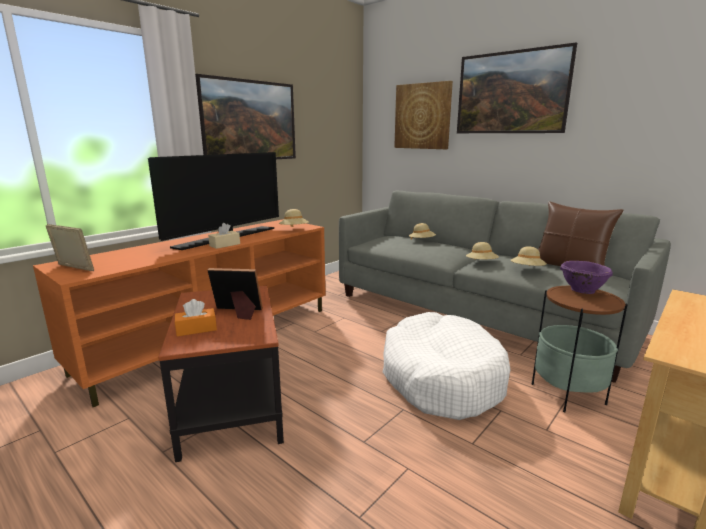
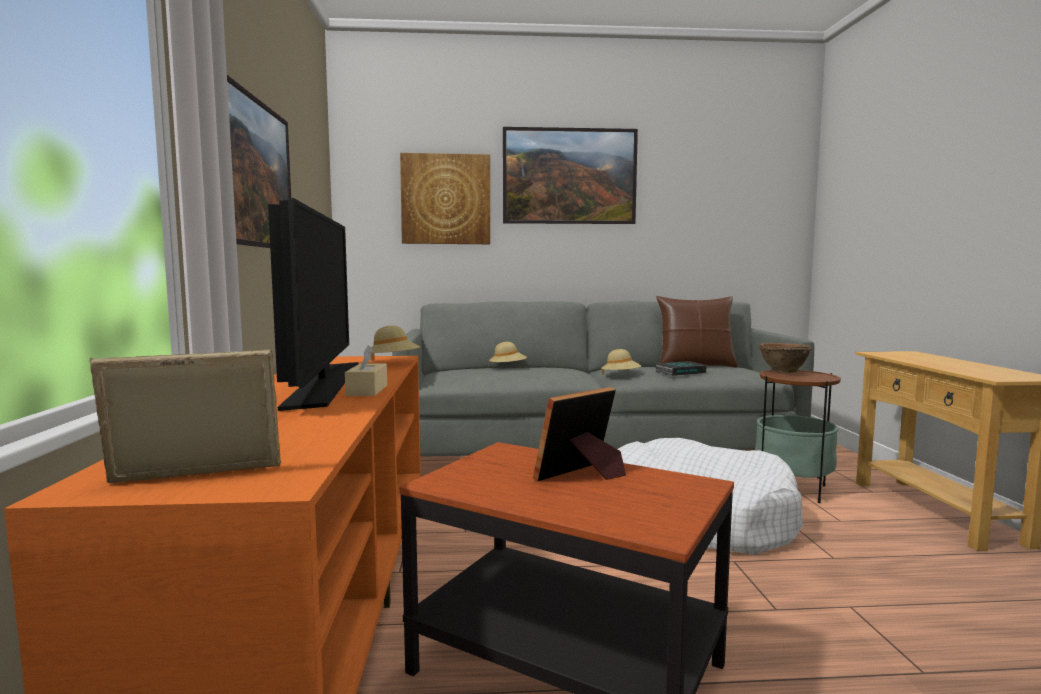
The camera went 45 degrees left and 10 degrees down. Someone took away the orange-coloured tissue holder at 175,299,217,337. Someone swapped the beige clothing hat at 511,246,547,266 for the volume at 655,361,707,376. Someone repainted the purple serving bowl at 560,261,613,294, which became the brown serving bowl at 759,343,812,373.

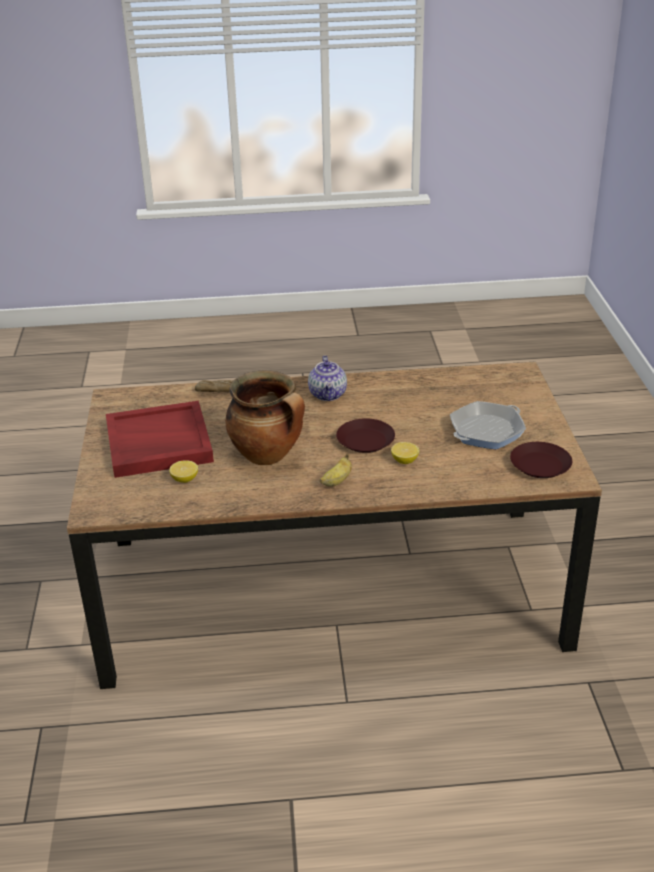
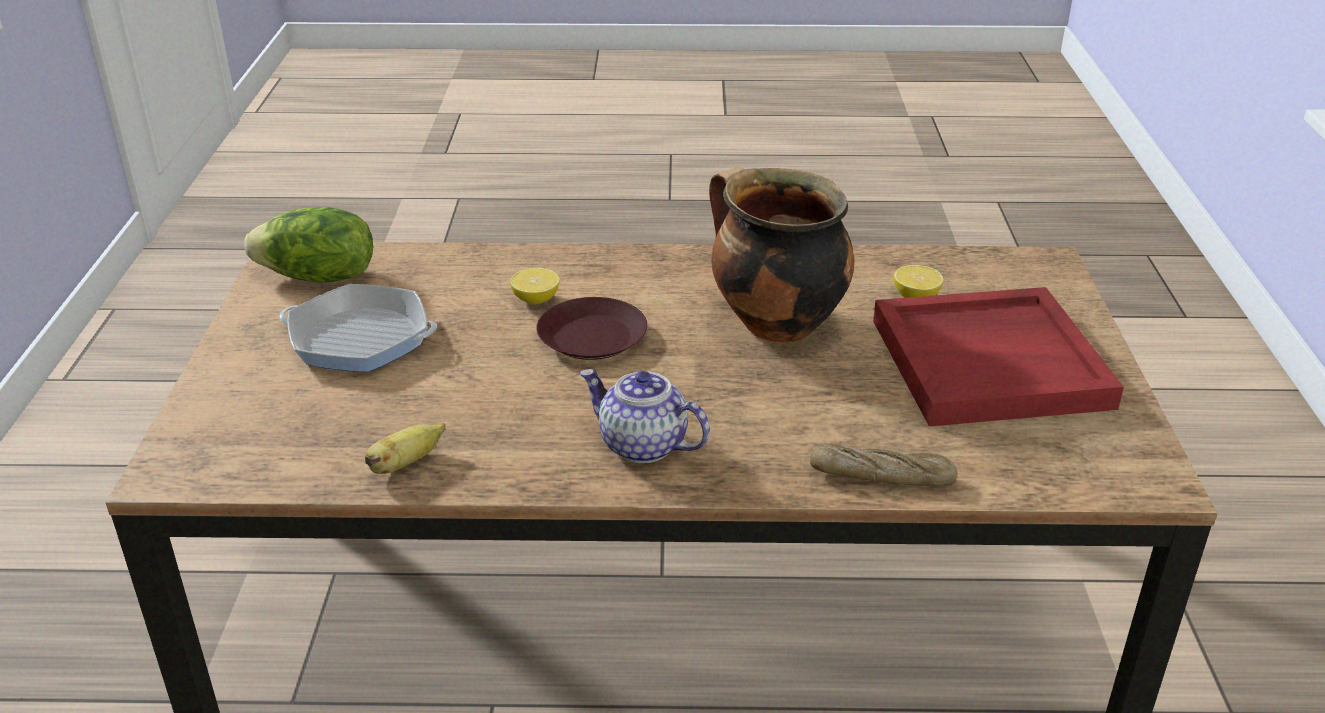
The camera went 175 degrees left and 0 degrees up. Someone rotated the teapot at 308,355,347,401 by 60 degrees counterclockwise. Someone carried the banana fruit from 320,454,352,487 to 365,423,445,474. Someone rotated the pan at 450,401,526,449 by 135 degrees counterclockwise. Someone swapped the brown plate at 510,442,572,478 for the head of lettuce at 244,207,373,283.

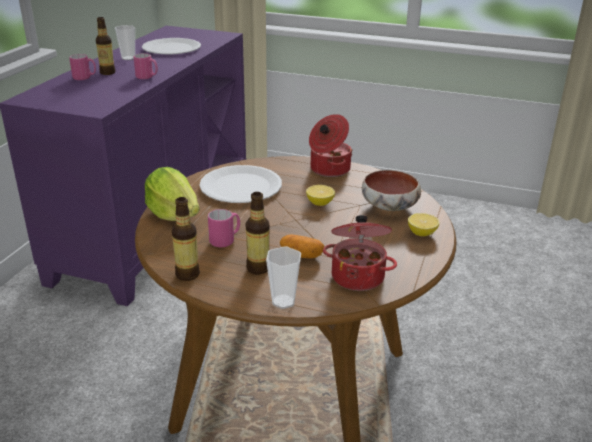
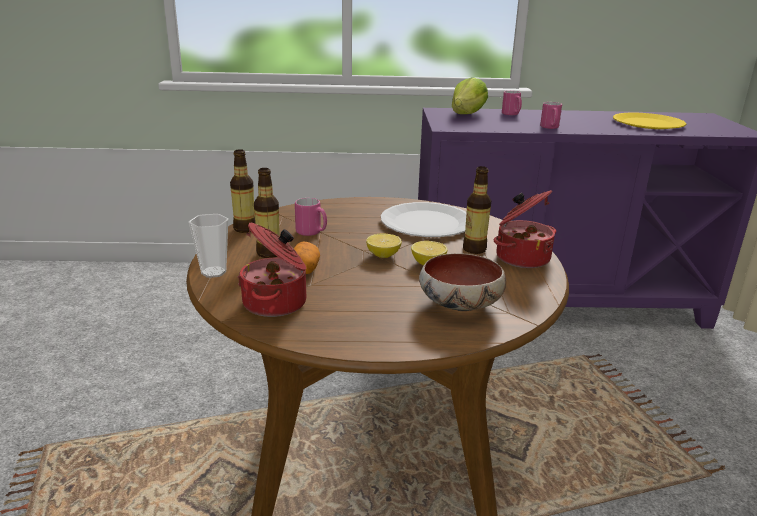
The camera went 70 degrees right and 5 degrees down. Someone carried the bottle from 96,17,115,75 to 463,166,491,254. Someone took away the cup at 115,25,135,60. Someone repainted the whitish plate at 142,38,201,54, which became the yellowish plate at 613,113,687,129. Someone carried the head of lettuce from 145,167,200,221 to 452,77,488,114. Someone carried the citrus fruit from 408,213,439,236 to 366,234,402,258.

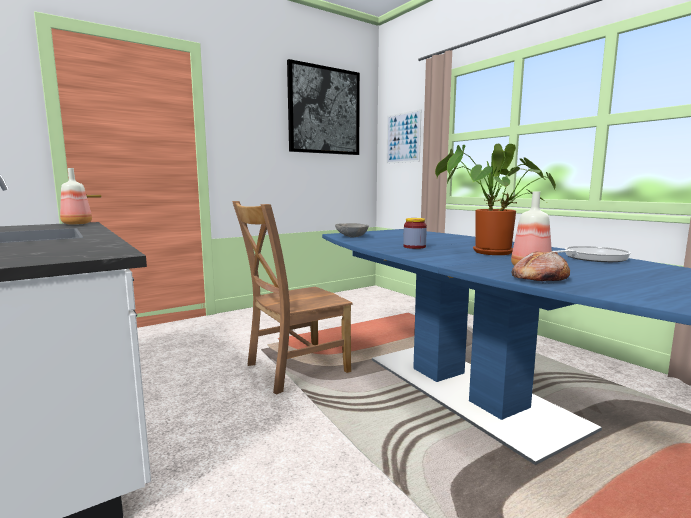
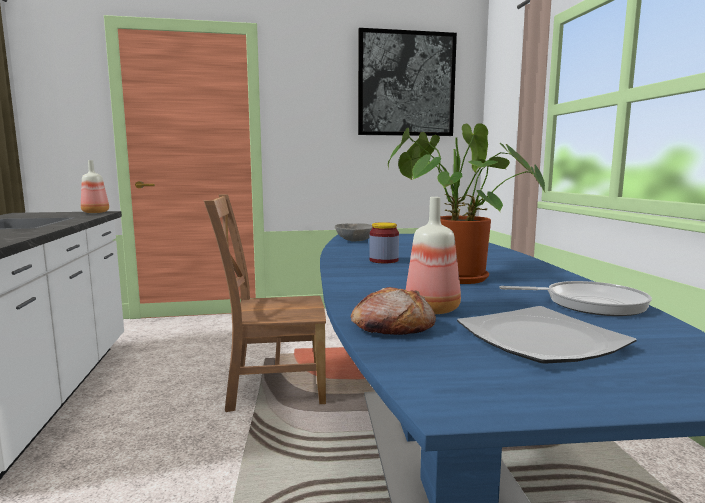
The camera went 25 degrees right and 0 degrees up. Someone took away the wall art at 386,109,421,164. Someone put down the plate at 457,306,637,364.

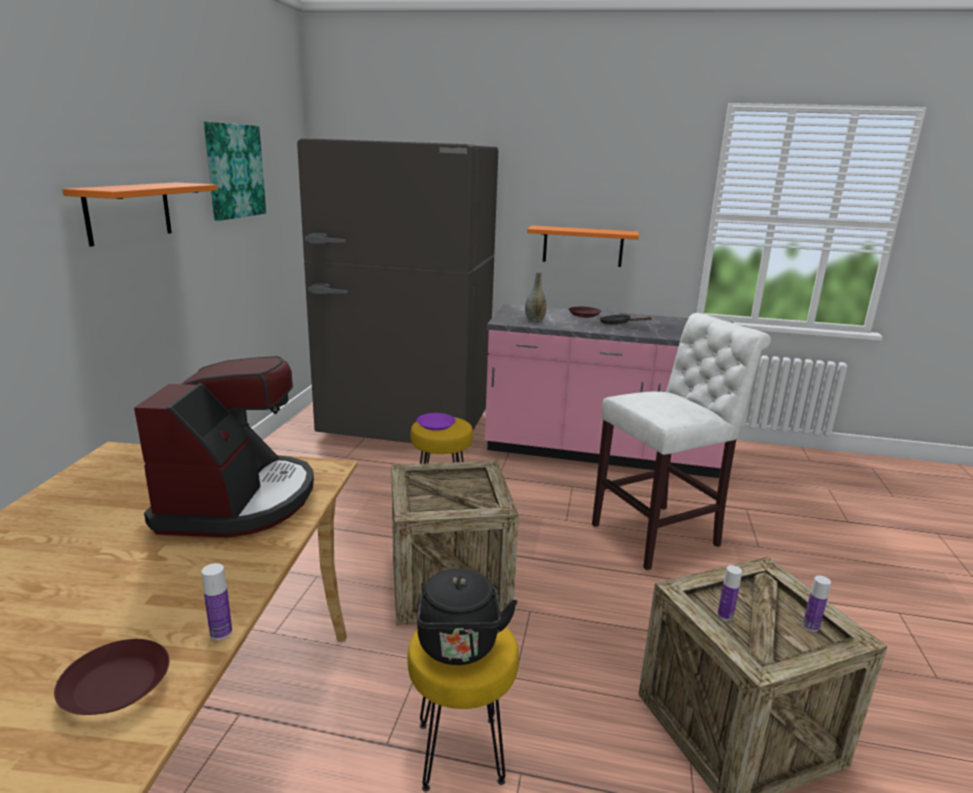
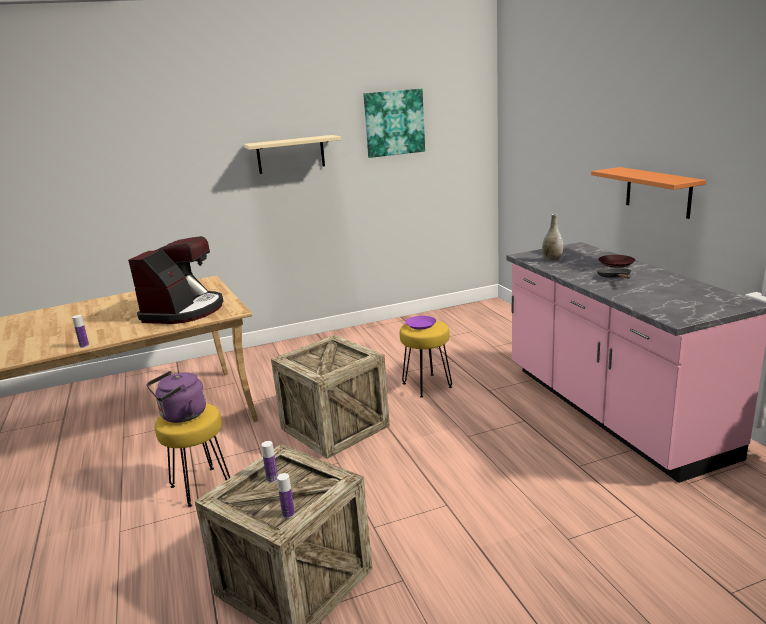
The camera went 60 degrees right and 0 degrees up. Someone took away the brown plate at 54,639,170,715. Someone repainted the orange-coloured shelf at 62,182,218,247, which became the beige shelf at 244,135,341,174. Someone rotated the coffee maker at 134,356,314,538 by 45 degrees counterclockwise. Someone took away the greyish refrigerator at 297,139,498,443. Someone repainted the blackish kettle at 417,568,517,665, which became the purple kettle at 146,371,206,423. Someone took away the whitish stool seat at 592,313,771,570.

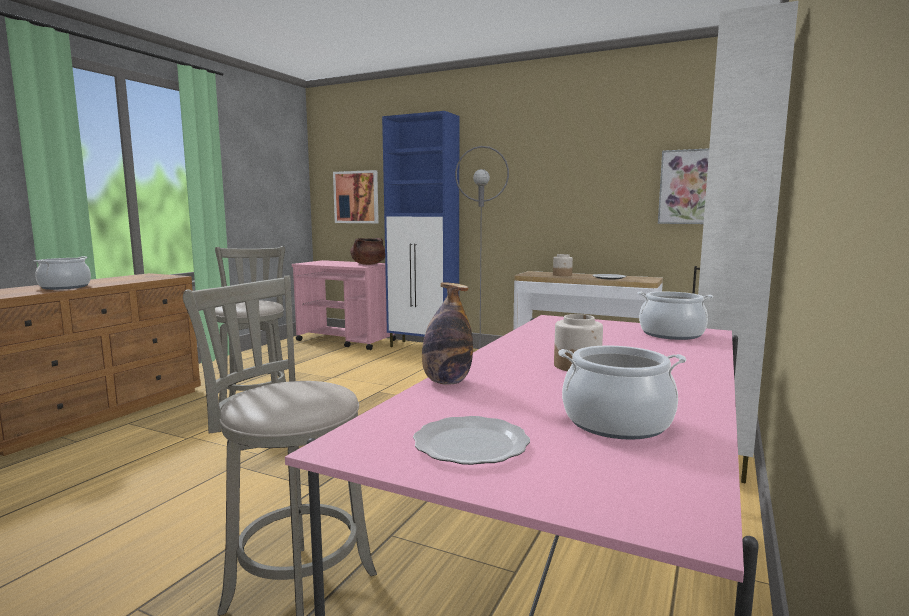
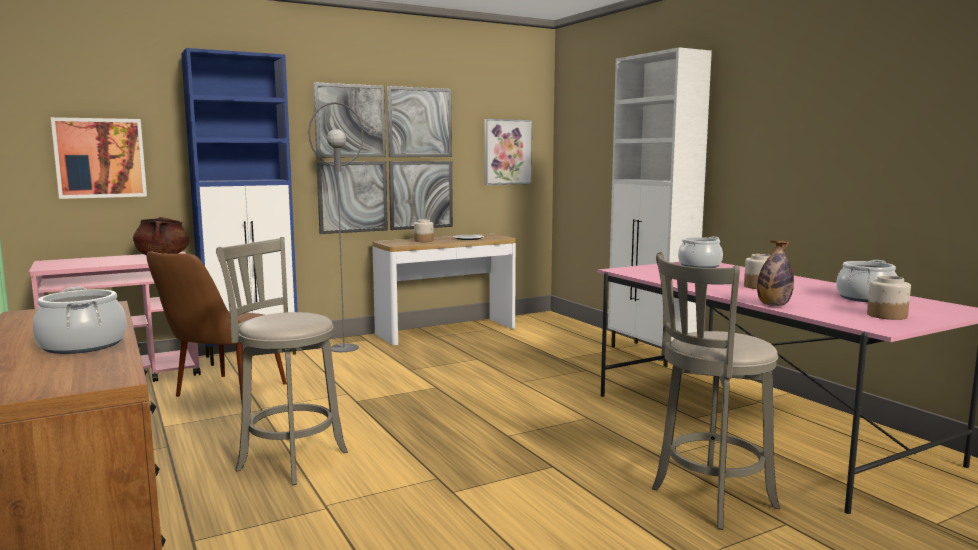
The camera went 55 degrees left and 0 degrees up. Someone swapped the plate at 413,416,530,465 for the jar at 867,276,911,320. Someone put down the brown chair at 147,251,287,404. Someone put up the wall art at 313,82,453,234.

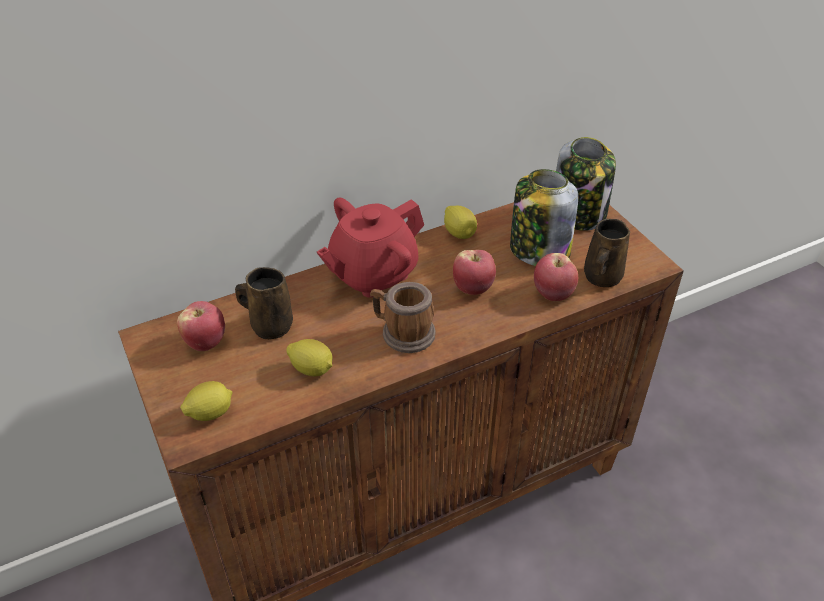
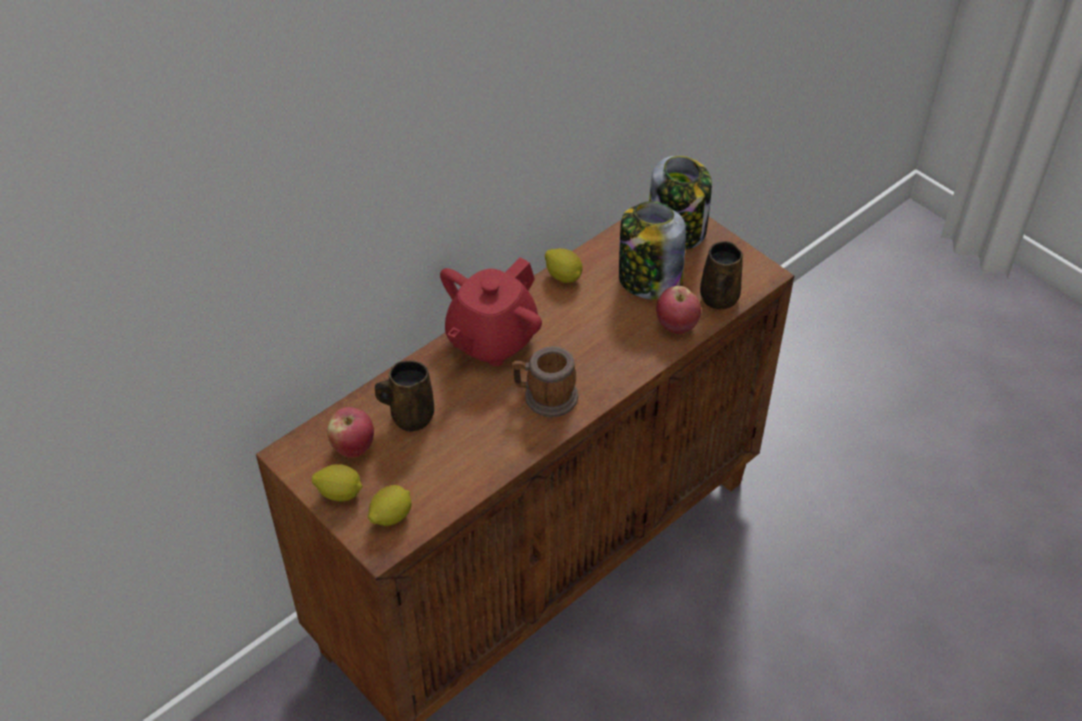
The camera went 15 degrees left and 5 degrees up. Someone carried the citrus fruit from 286,339,332,376 to 312,464,363,502. Someone took away the apple at 453,250,496,295.

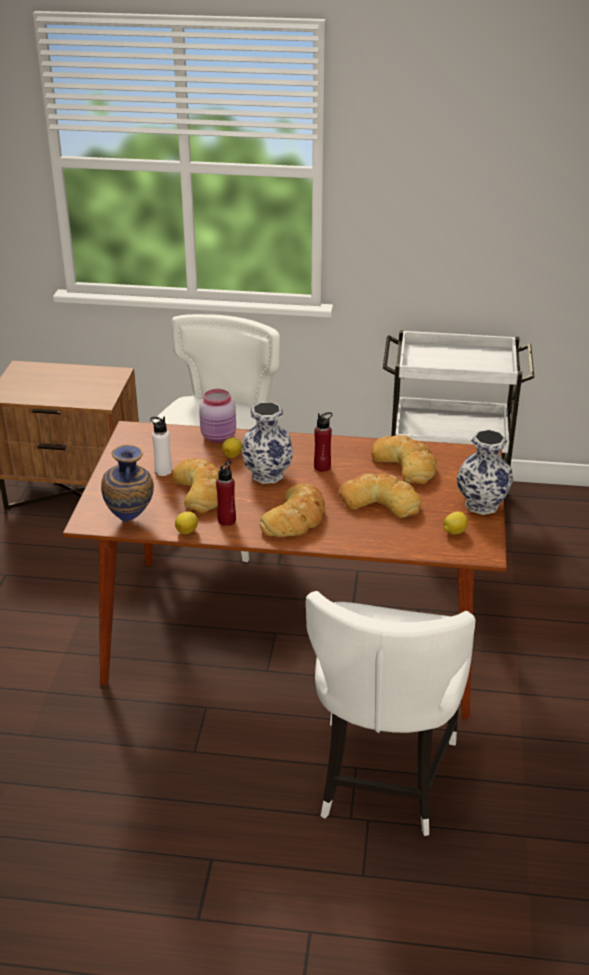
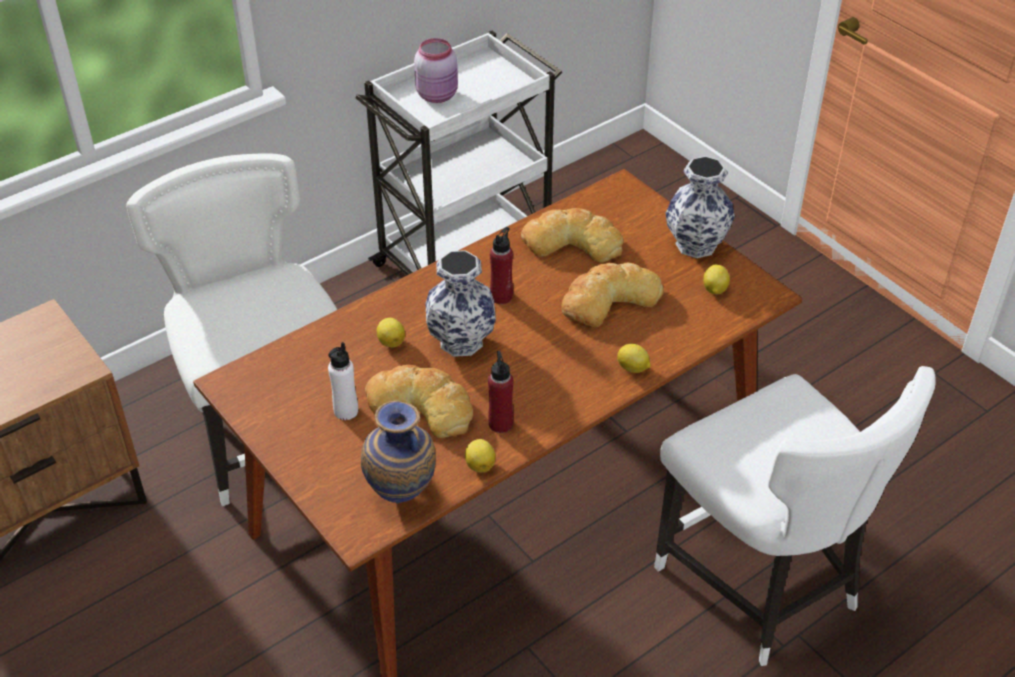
The camera went 45 degrees left and 10 degrees up. Someone carried the pink jar from 199,389,236,443 to 414,38,458,103. Someone took away the bread at 260,483,325,537. Someone put down the citrus fruit at 617,344,651,373.

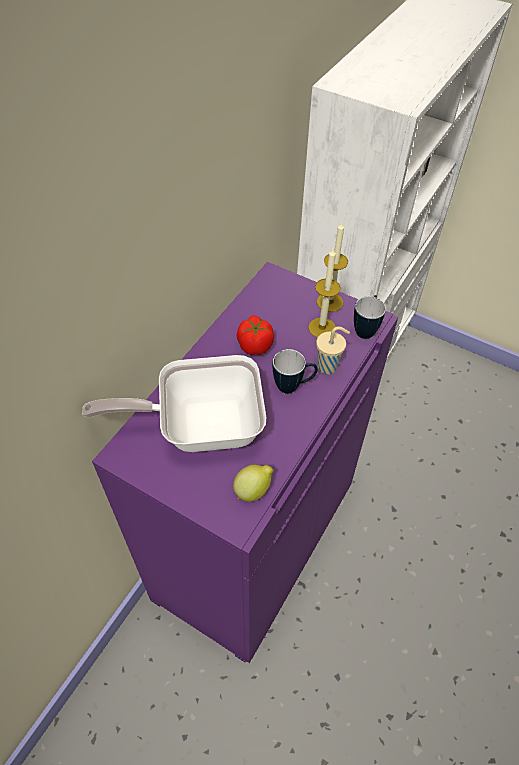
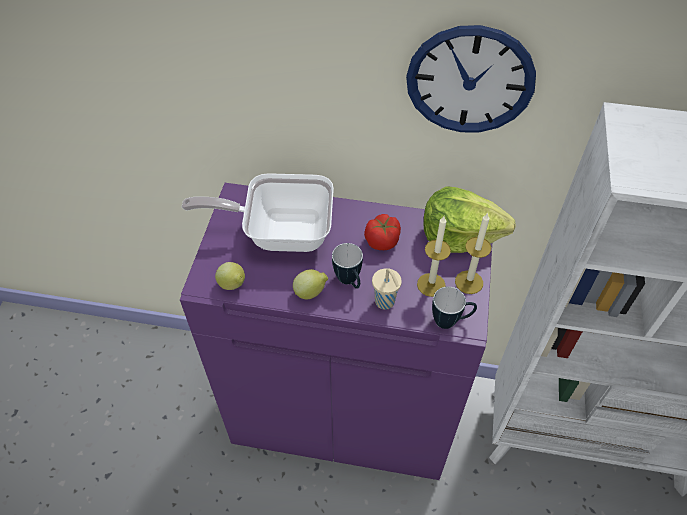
The camera went 70 degrees right and 0 degrees up. Someone rotated the pan at 82,355,266,452 by 60 degrees counterclockwise. Someone put down the citrus fruit at 293,269,328,299. Someone put up the wall clock at 406,25,536,132. Someone put down the head of lettuce at 423,186,516,253.

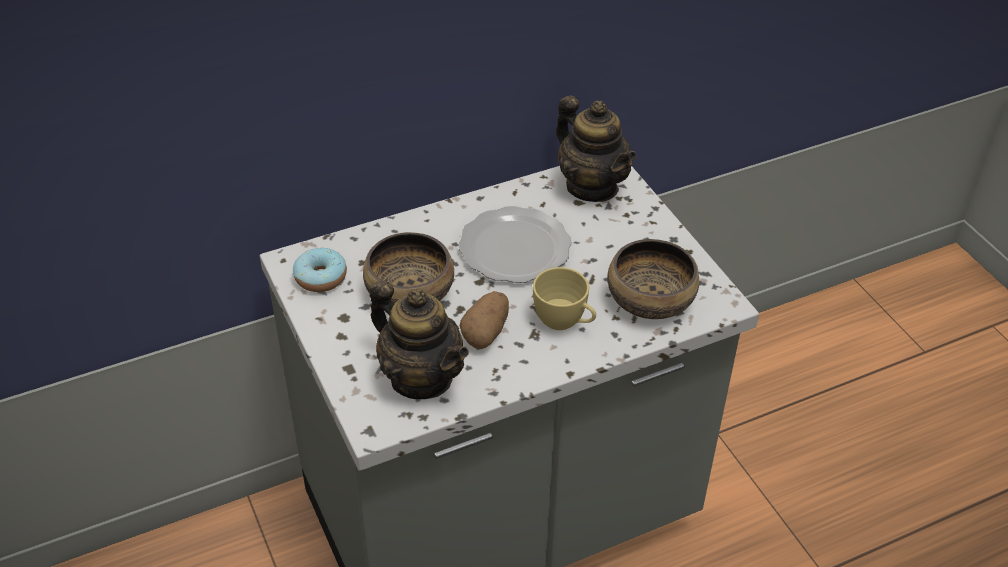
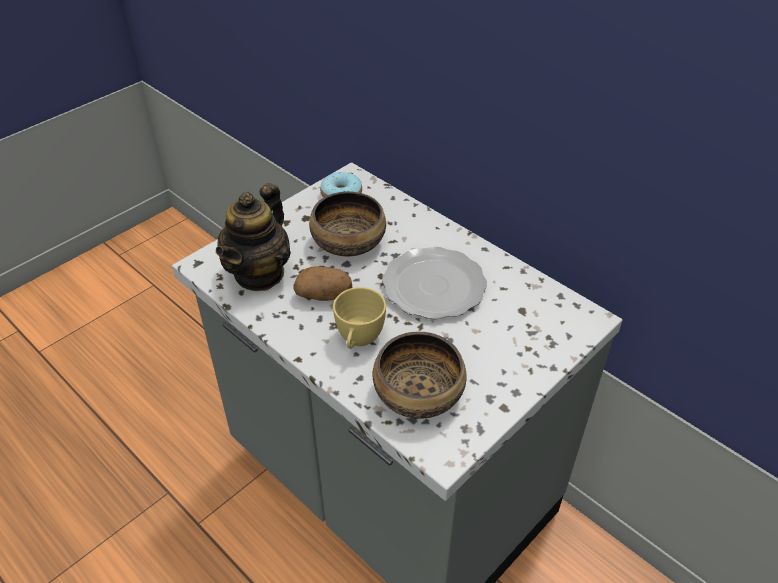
The camera went 70 degrees right and 0 degrees up. Someone took away the teapot at 556,96,637,202.

